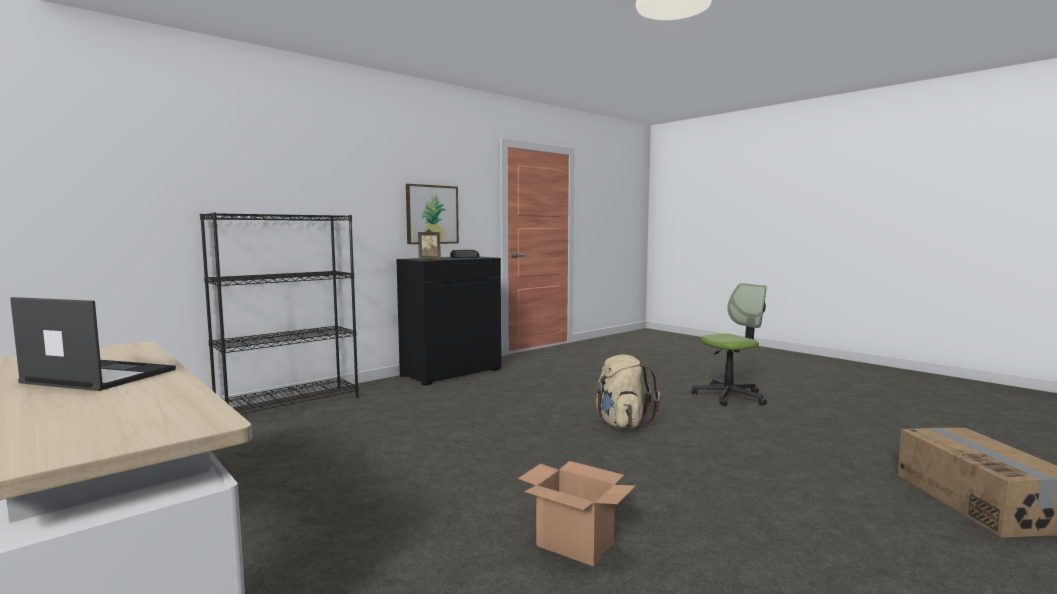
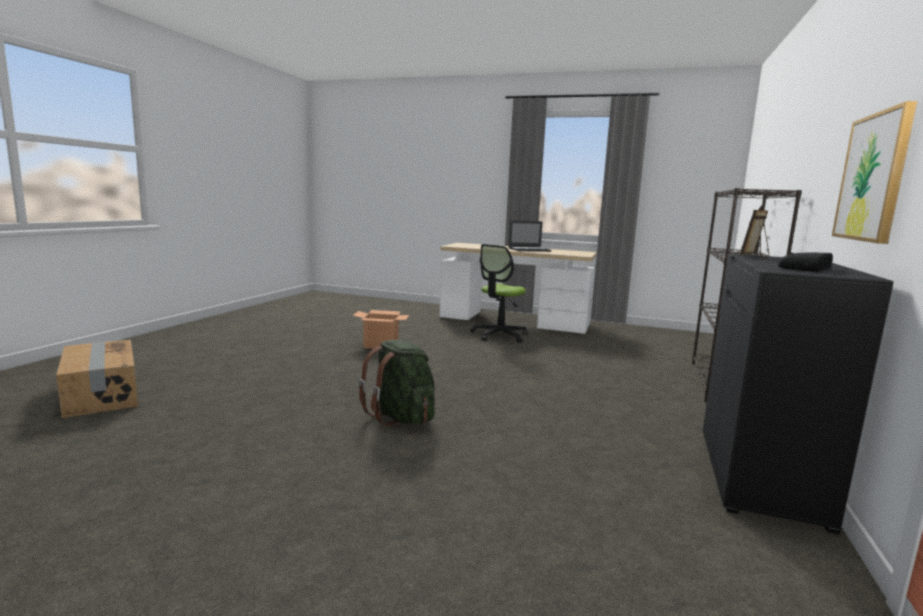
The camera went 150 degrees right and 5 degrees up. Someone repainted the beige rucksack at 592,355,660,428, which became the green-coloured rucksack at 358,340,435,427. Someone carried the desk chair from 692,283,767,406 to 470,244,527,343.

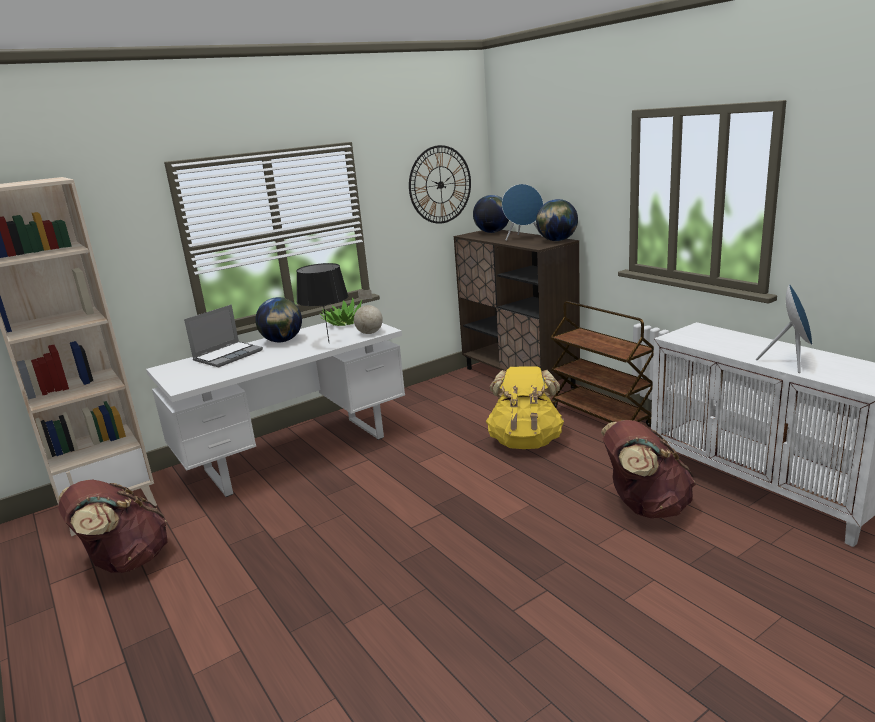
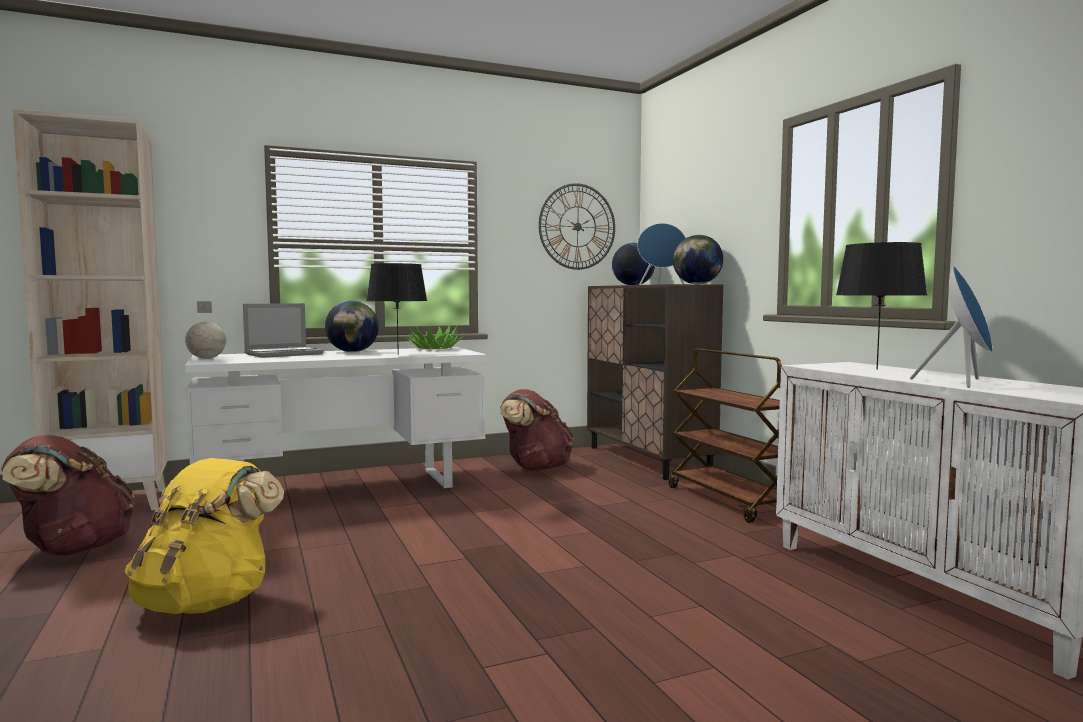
The camera went 10 degrees right and 15 degrees down. Someone carried the desk globe from 354,290,383,334 to 185,301,226,359. Someone carried the yellowish rucksack from 486,366,564,449 to 125,458,284,614. Someone carried the brown rucksack from 601,420,696,518 to 500,389,574,471. Someone put down the blackish tabletop lamp at 836,242,928,370.

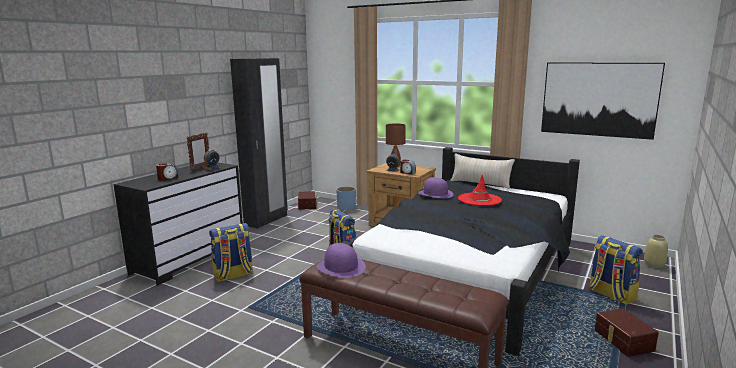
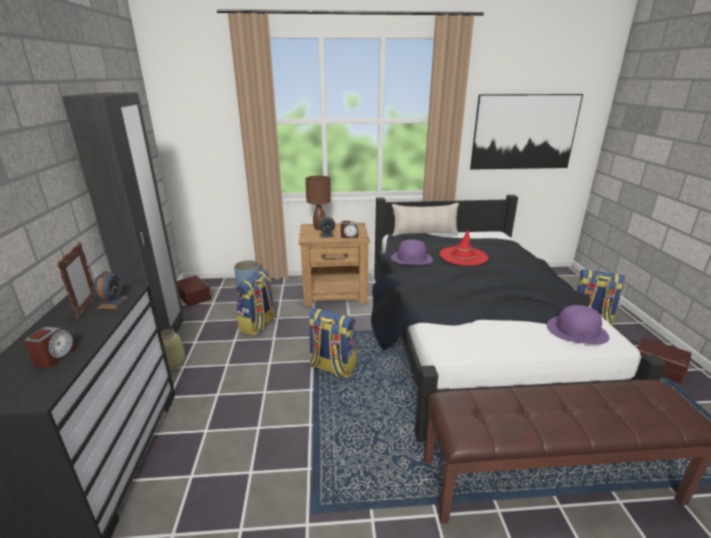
The camera went 35 degrees left and 10 degrees up. Someone carried the rucksack from 209,223,254,282 to 236,270,276,335. Someone carried the purple clothing hat from 317,243,366,278 to 547,305,609,344. Someone carried the beige vase from 644,235,668,268 to 161,329,185,370.

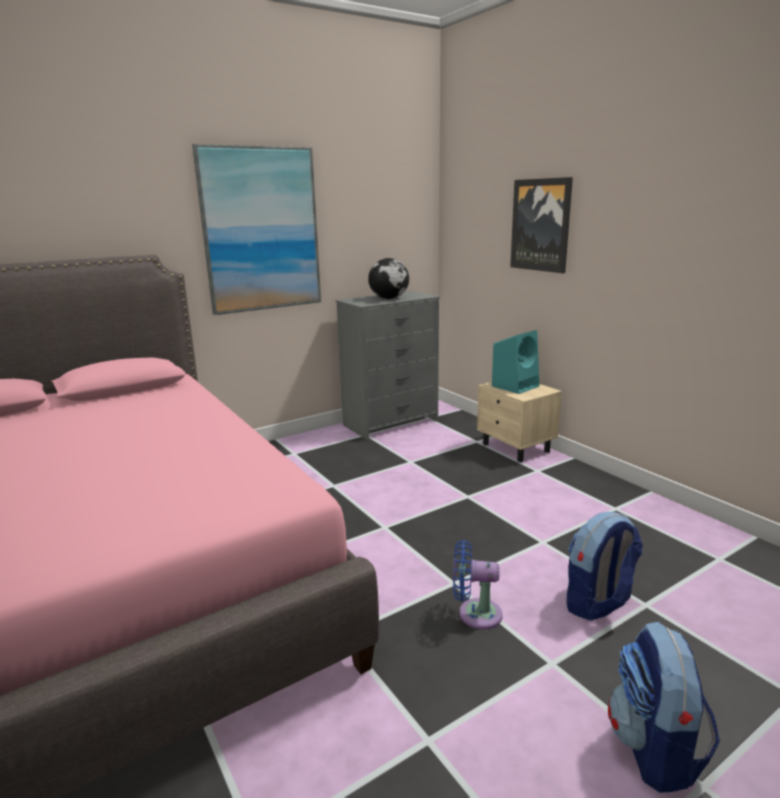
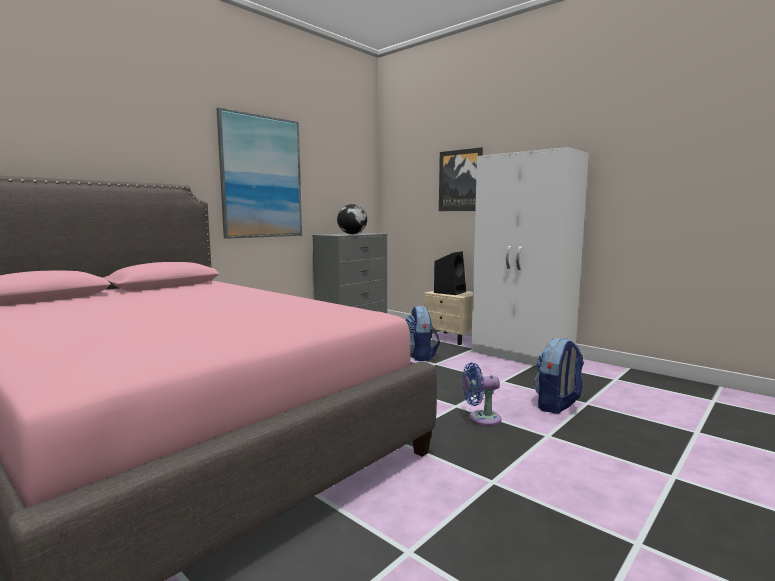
The camera went 15 degrees left and 10 degrees down. Someone repainted the turquoise-coloured loudspeaker at 492,330,540,394, which became the blackish loudspeaker at 434,251,466,295. Someone carried the rucksack from 608,622,720,793 to 406,305,440,361. Someone put down the whitish wardrobe at 471,147,589,366.

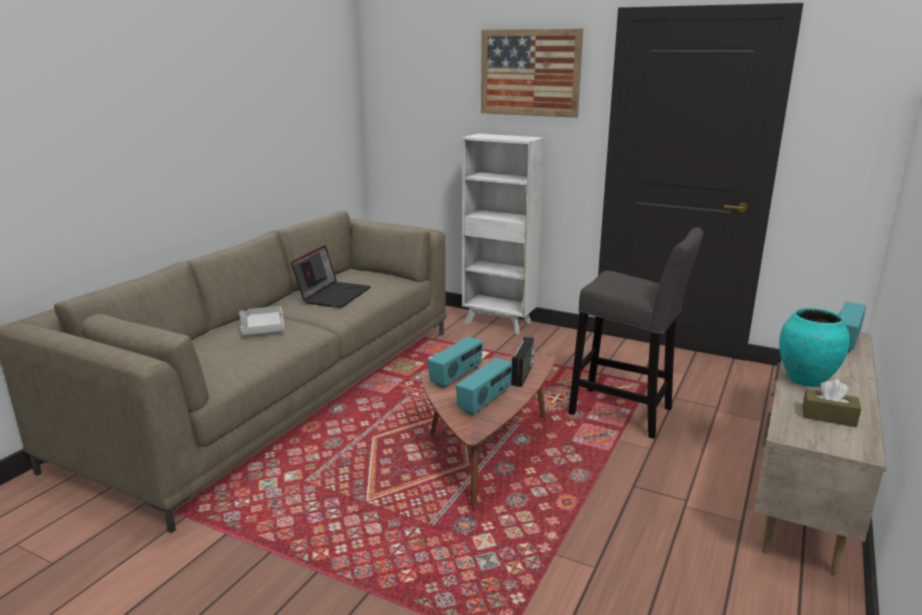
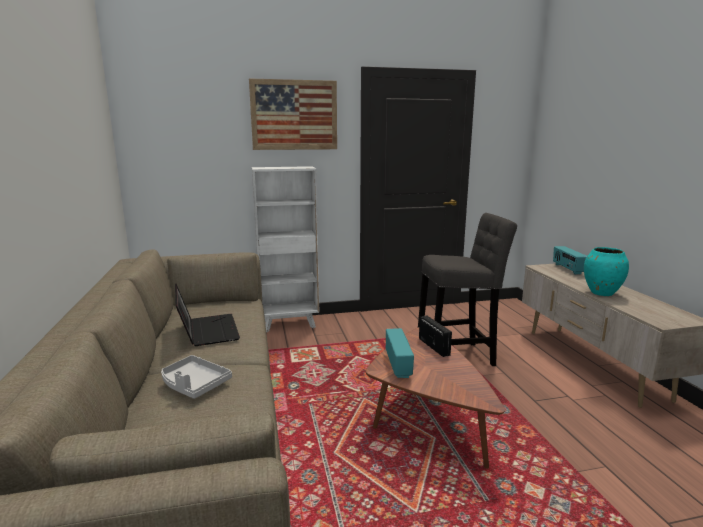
The camera went 40 degrees left and 5 degrees down. Someone took away the radio at 456,358,512,416. Someone took away the brown tissue holder at 802,379,861,427.

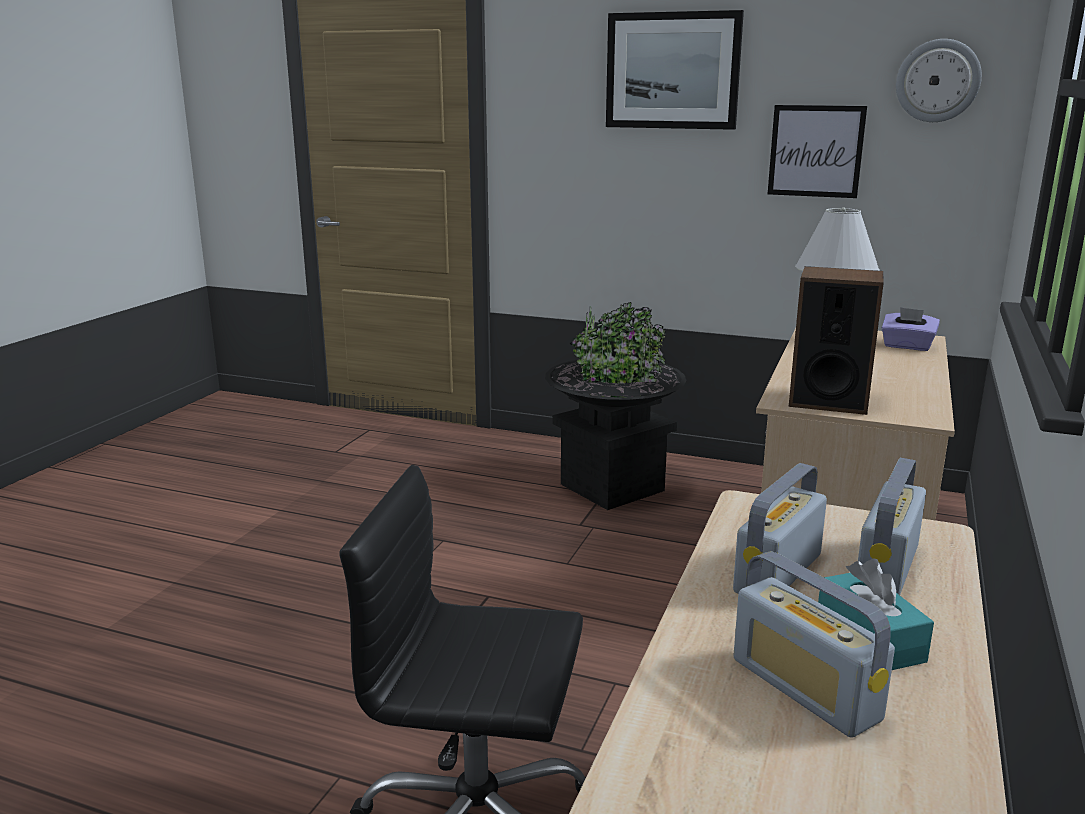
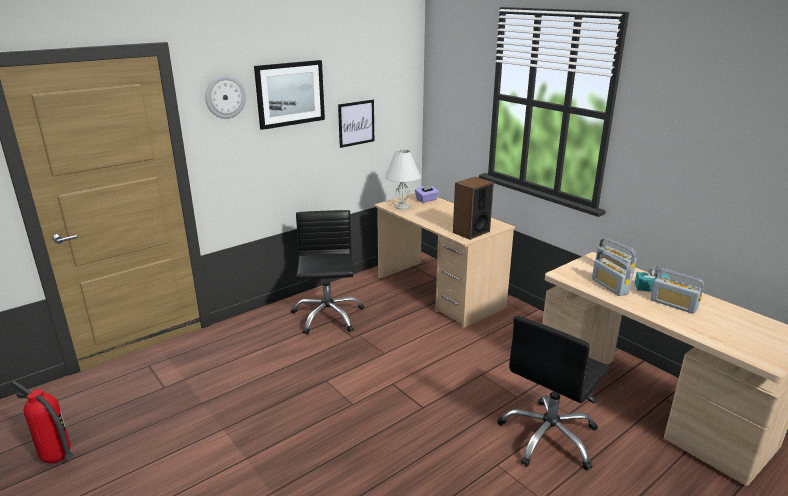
The camera went 60 degrees left and 5 degrees up. Someone swapped the blackish planter at 545,302,686,510 for the blackish desk chair at 291,210,364,335. Someone rotated the radio at 734,551,895,738 by 45 degrees clockwise. Someone carried the wall clock from 896,39,982,122 to 205,75,246,119. Someone put down the fire extinguisher at 11,381,73,464.

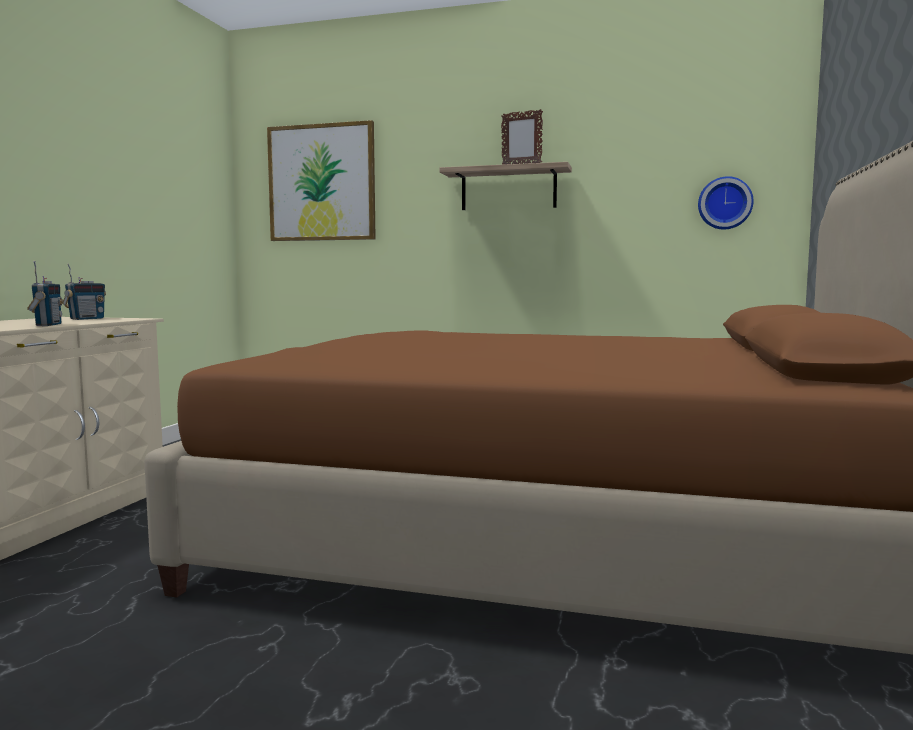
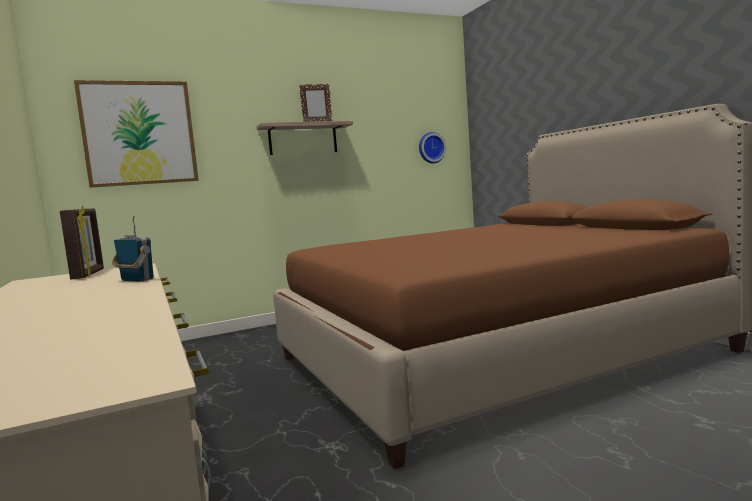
The camera went 40 degrees left and 0 degrees up. Someone swapped the radio at 63,263,106,320 for the photo frame at 60,206,104,280.

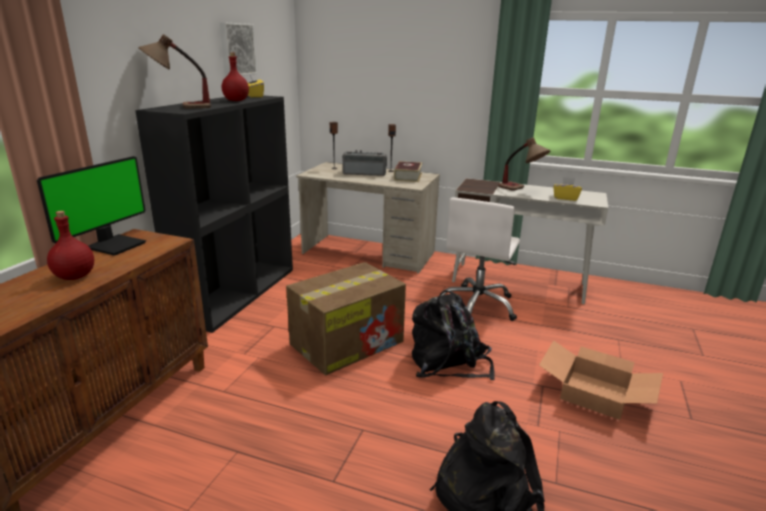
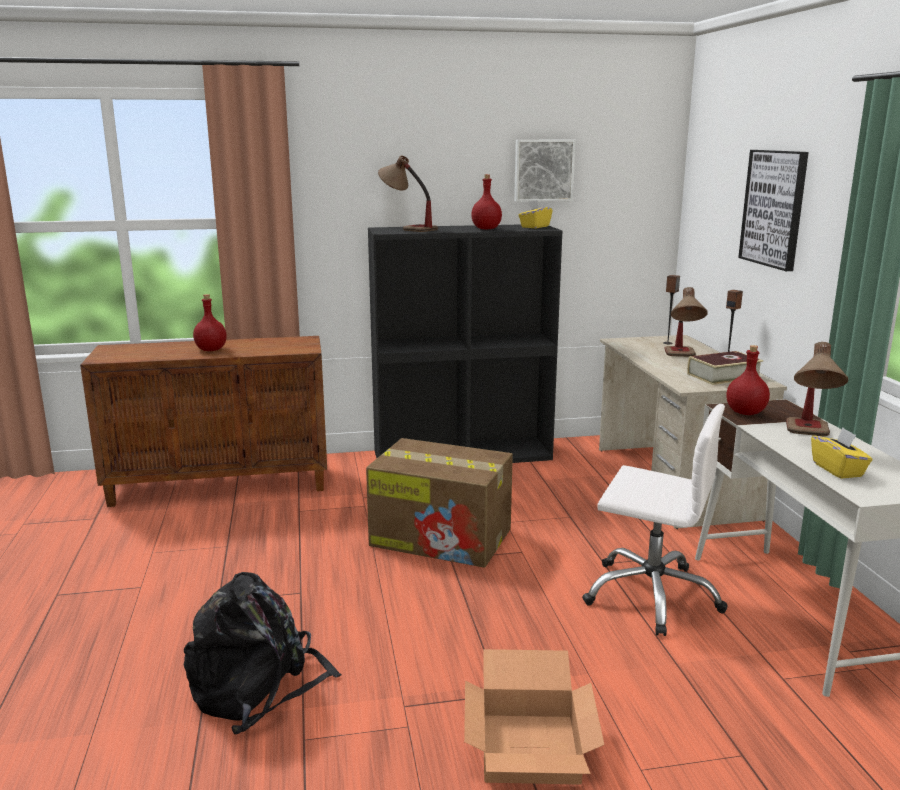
The camera went 60 degrees right and 5 degrees down. Someone took away the monitor at 37,156,146,256. Someone swapped the radio at 342,150,387,176 for the tabletop lamp at 664,287,708,357. Someone took away the blackish rucksack at 412,291,495,380. Someone rotated the whitish desk chair at 441,197,520,321 by 150 degrees counterclockwise. Someone put down the red bottle at 727,345,770,415. Someone put up the wall art at 738,150,809,271.

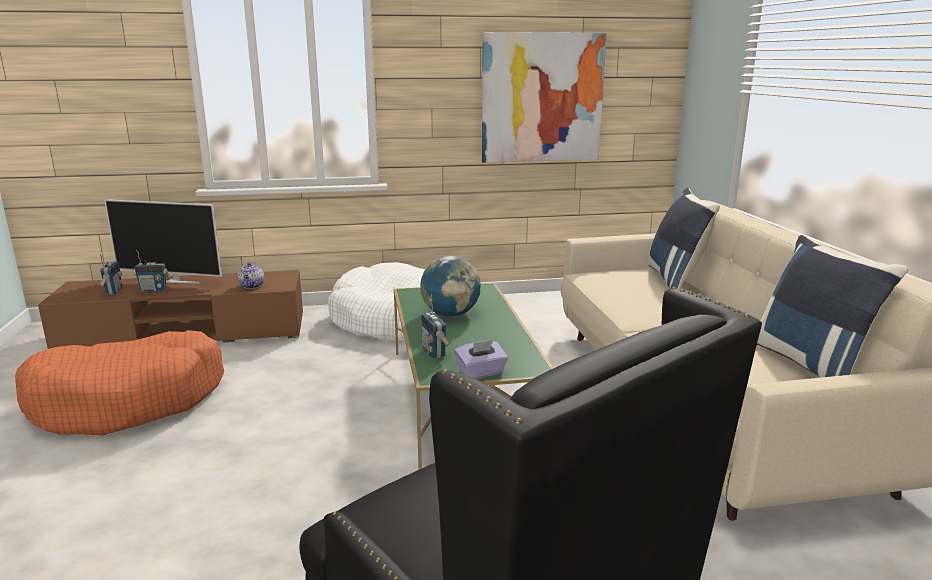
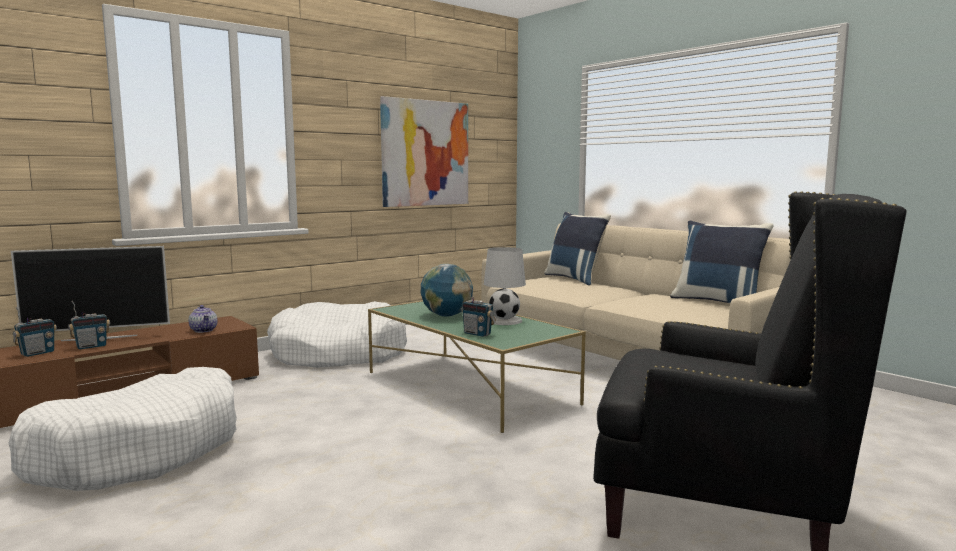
The camera went 30 degrees left and 10 degrees down. Someone repainted the orange-coloured dog cushion at 15,330,224,436, which became the whitish dog cushion at 9,367,237,491. Someone rotated the radio at 99,254,122,295 by 75 degrees clockwise. Someone took away the purple tissue holder at 454,340,508,379. Someone put down the whitish tabletop lamp at 484,247,526,325.

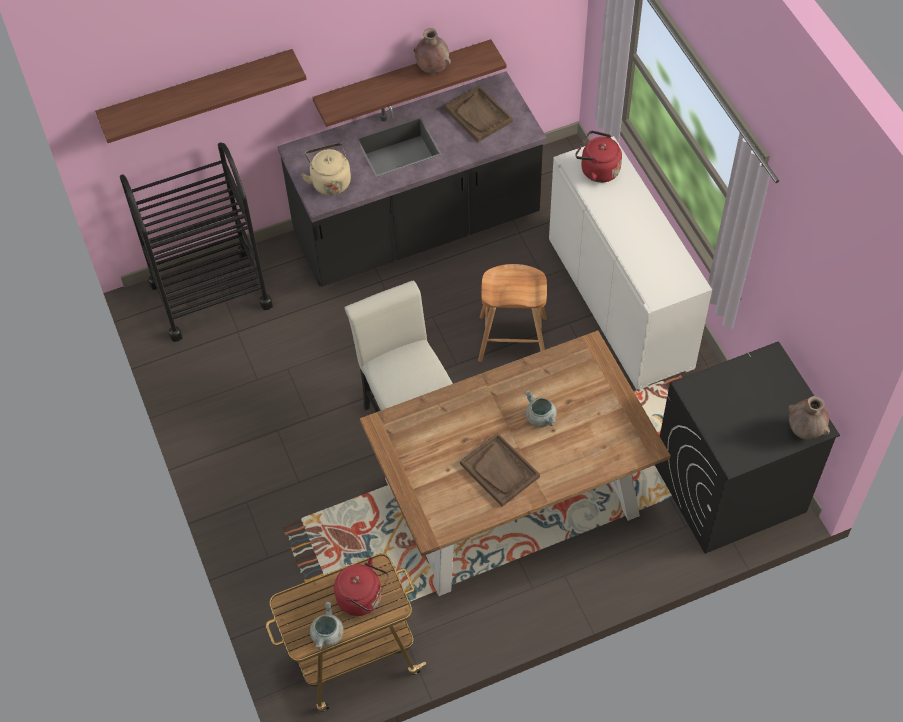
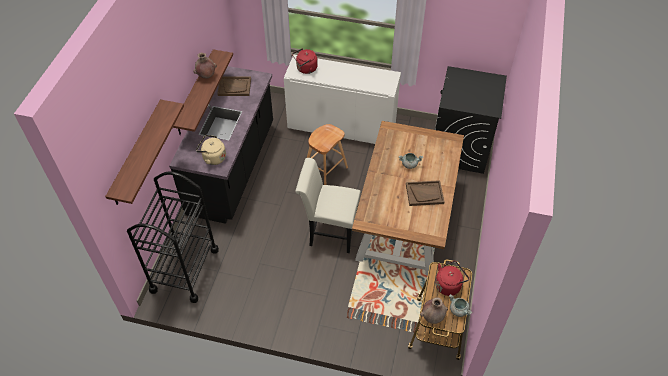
The camera went 55 degrees left and 5 degrees down. Someone carried the brown vase from 788,396,830,440 to 420,297,448,324.

